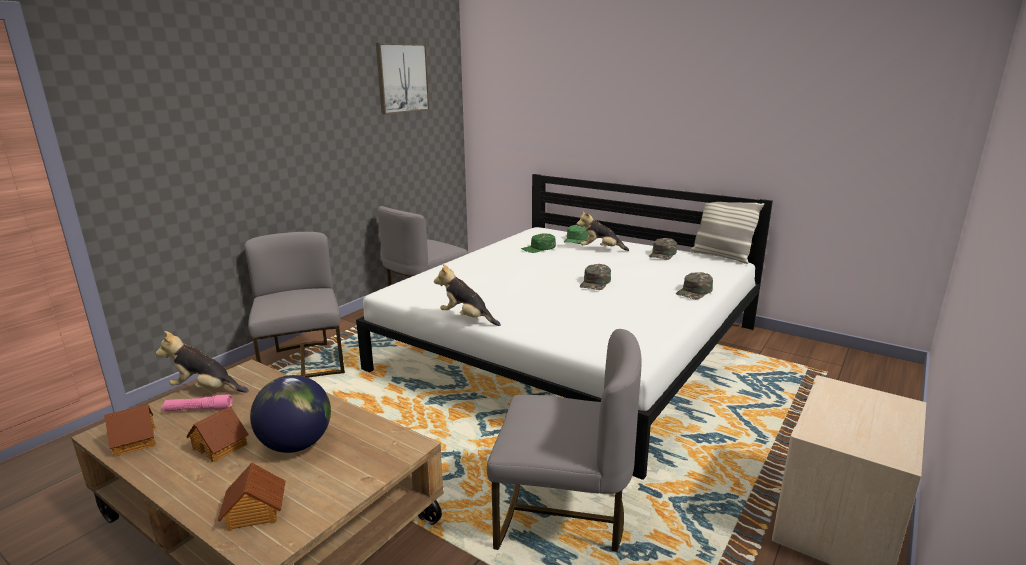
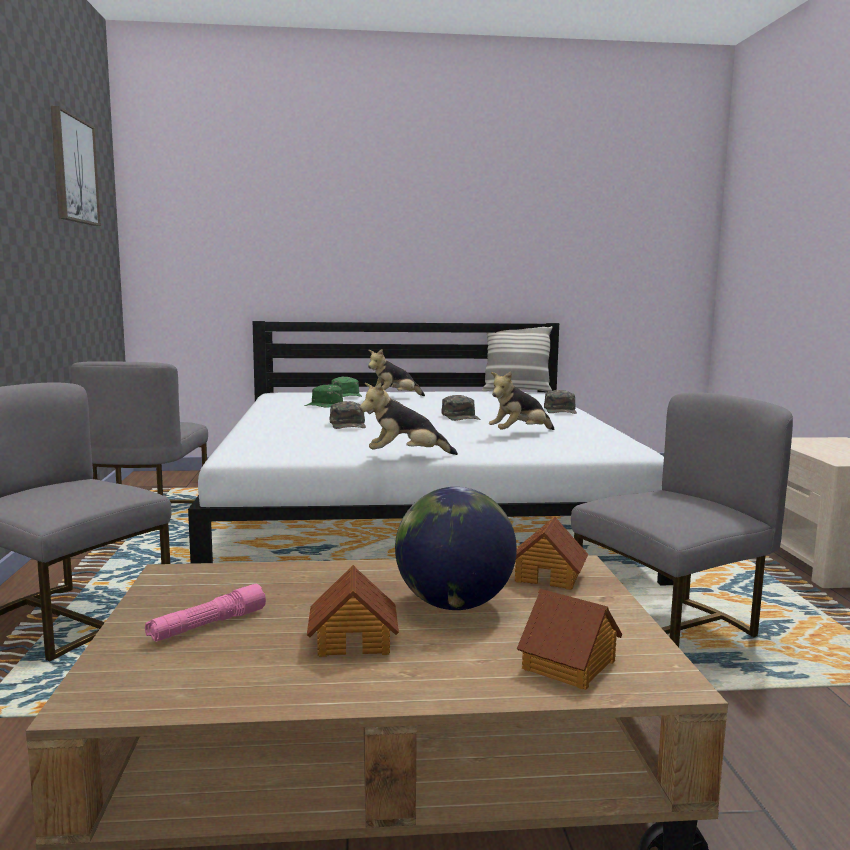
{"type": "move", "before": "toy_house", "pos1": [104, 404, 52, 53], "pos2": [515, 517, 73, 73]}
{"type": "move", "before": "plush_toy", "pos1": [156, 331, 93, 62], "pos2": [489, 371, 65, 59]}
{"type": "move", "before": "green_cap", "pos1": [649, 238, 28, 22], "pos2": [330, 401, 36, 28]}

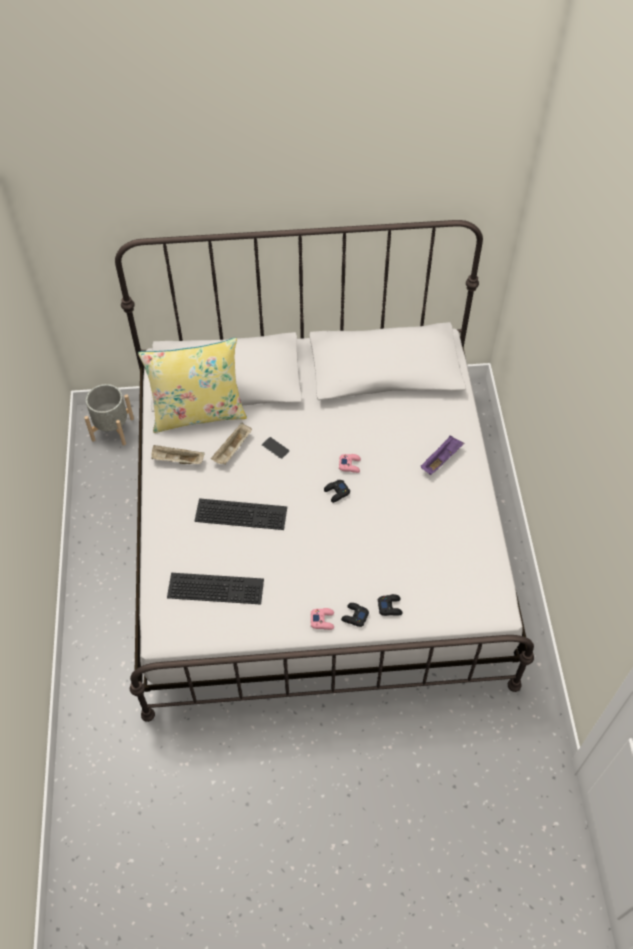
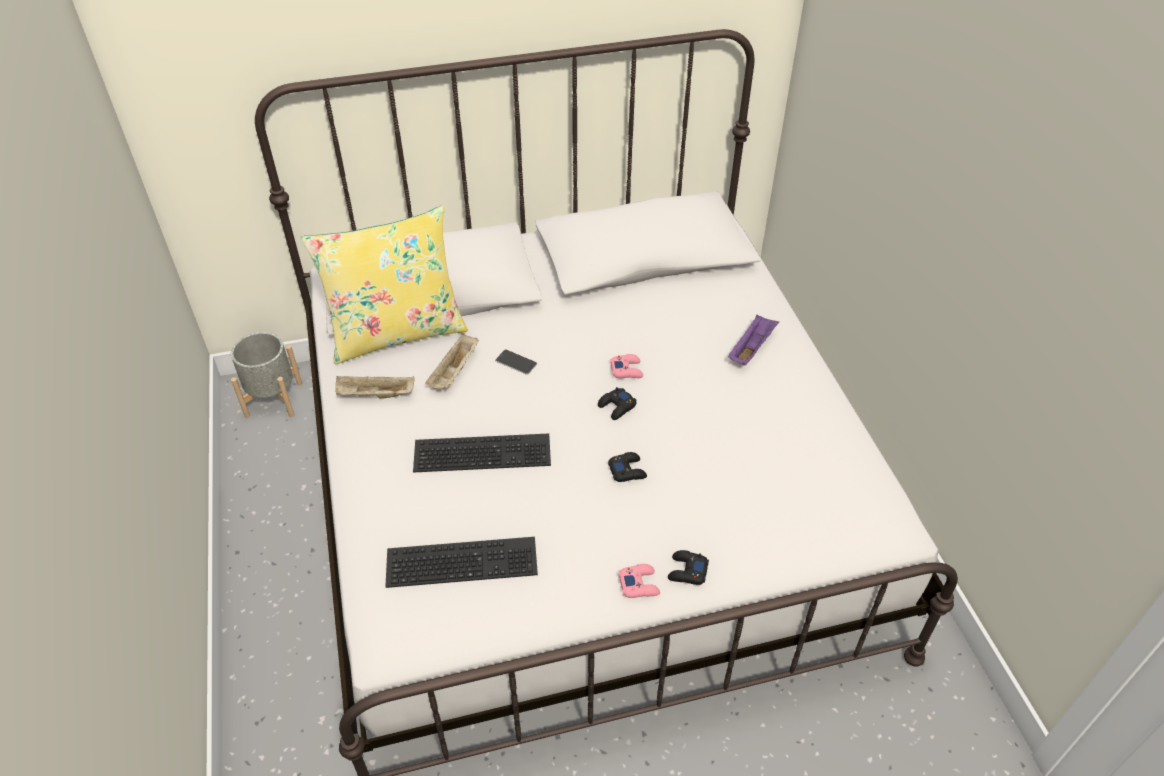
{"type": "move", "before": "black_game_controller", "pos1": [378, 594, 25, 22], "pos2": [608, 452, 39, 30]}

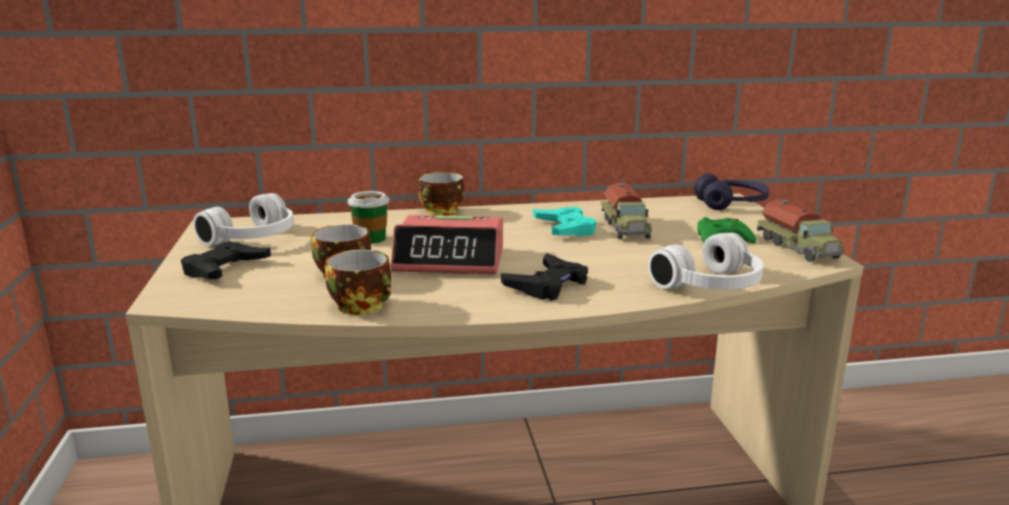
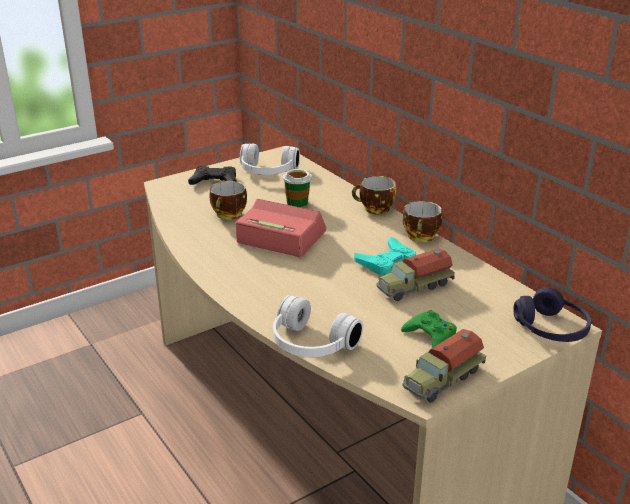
{"type": "move", "before": "cup", "pos1": [325, 250, 66, 65], "pos2": [403, 201, 39, 41]}
{"type": "rotate", "before": "alarm_clock", "pos1": [391, 215, 112, 59], "pos2": [236, 199, 90, 58], "turn": 135}
{"type": "delete", "before": "black_game_controller", "pos1": [501, 253, 87, 48]}

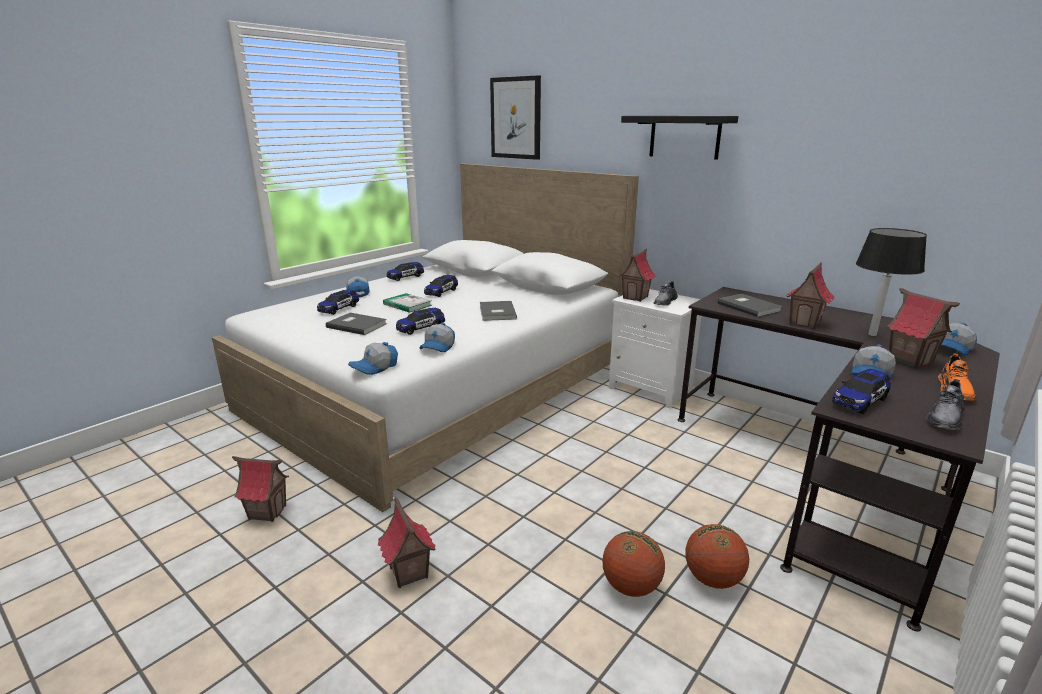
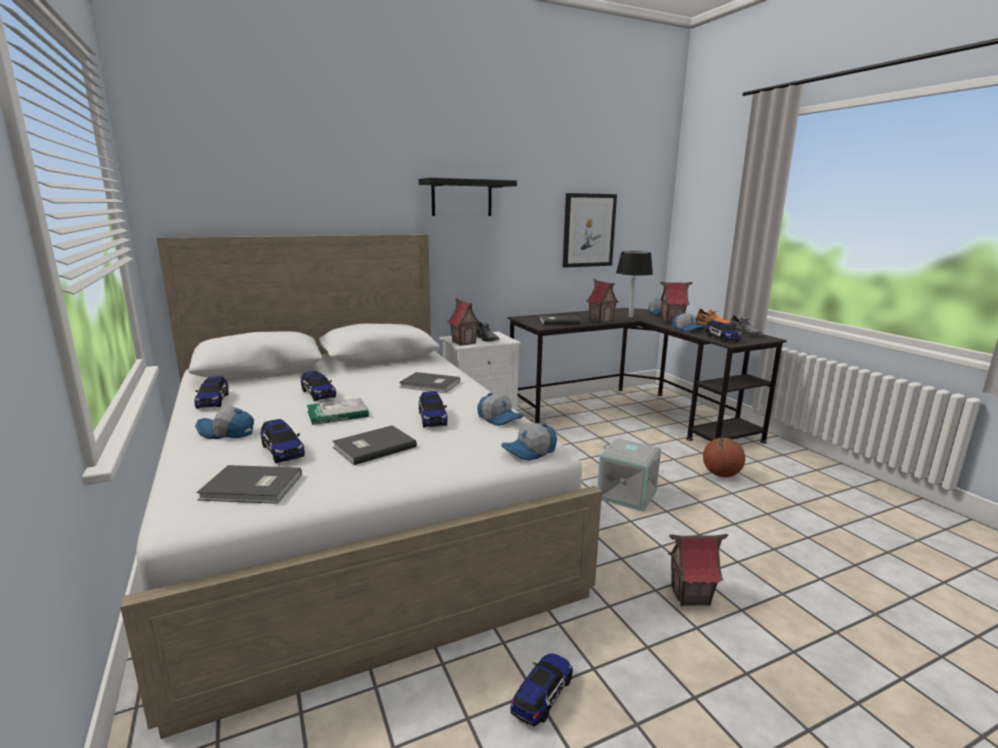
{"type": "replace", "before": "toy_house", "after": "toy_car", "pos1": [232, 456, 57, 66], "pos2": [510, 653, 63, 74]}
{"type": "rotate", "before": "cap", "pos1": [348, 342, 50, 33], "pos2": [501, 422, 56, 39], "turn": 75}
{"type": "move", "before": "picture", "pos1": [490, 75, 51, 85], "pos2": [563, 193, 54, 75]}
{"type": "delete", "before": "basketball", "pos1": [602, 531, 63, 66]}
{"type": "insert", "after": "grey_book", "pos2": [196, 465, 106, 39]}
{"type": "insert", "after": "grey_storage_box", "pos2": [597, 438, 64, 74]}

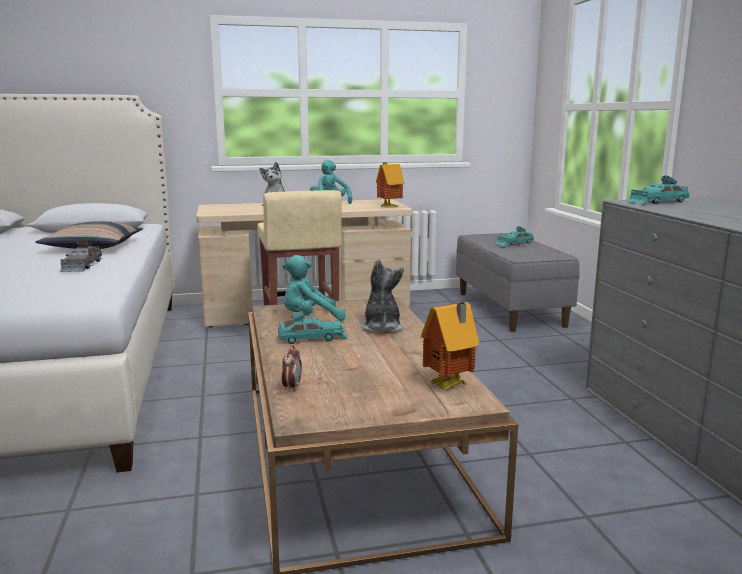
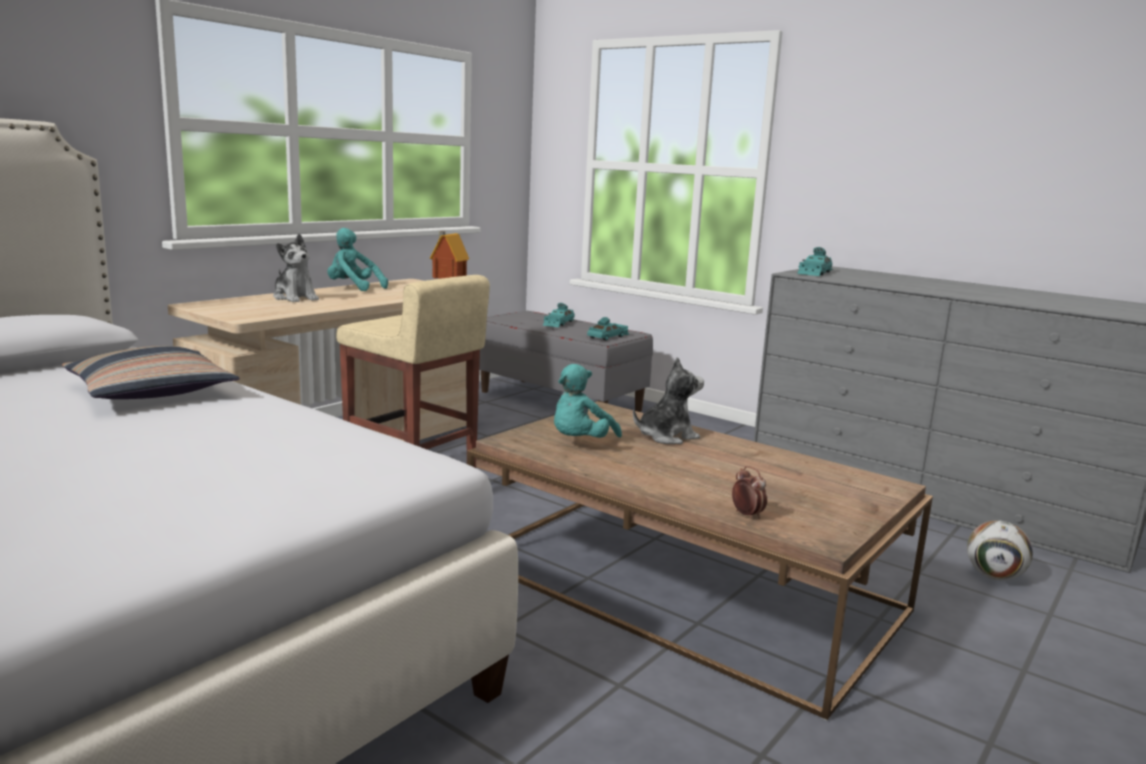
{"type": "delete", "before": "grey_toy_car", "pos1": [60, 239, 42, 33]}
{"type": "move", "before": "turquoise_toy_car", "pos1": [278, 311, 70, 33], "pos2": [587, 317, 43, 24]}
{"type": "rotate", "before": "plush_toy", "pos1": [360, 259, 44, 74], "pos2": [633, 357, 71, 87], "turn": 105}
{"type": "delete", "before": "toy_house", "pos1": [421, 302, 58, 88]}
{"type": "insert", "after": "football", "pos2": [967, 520, 66, 60]}

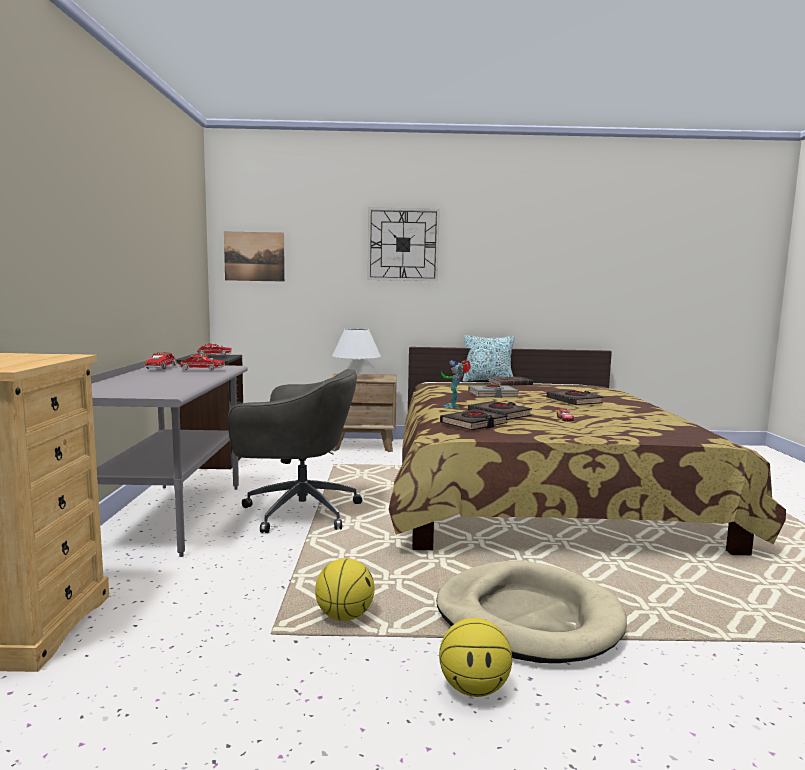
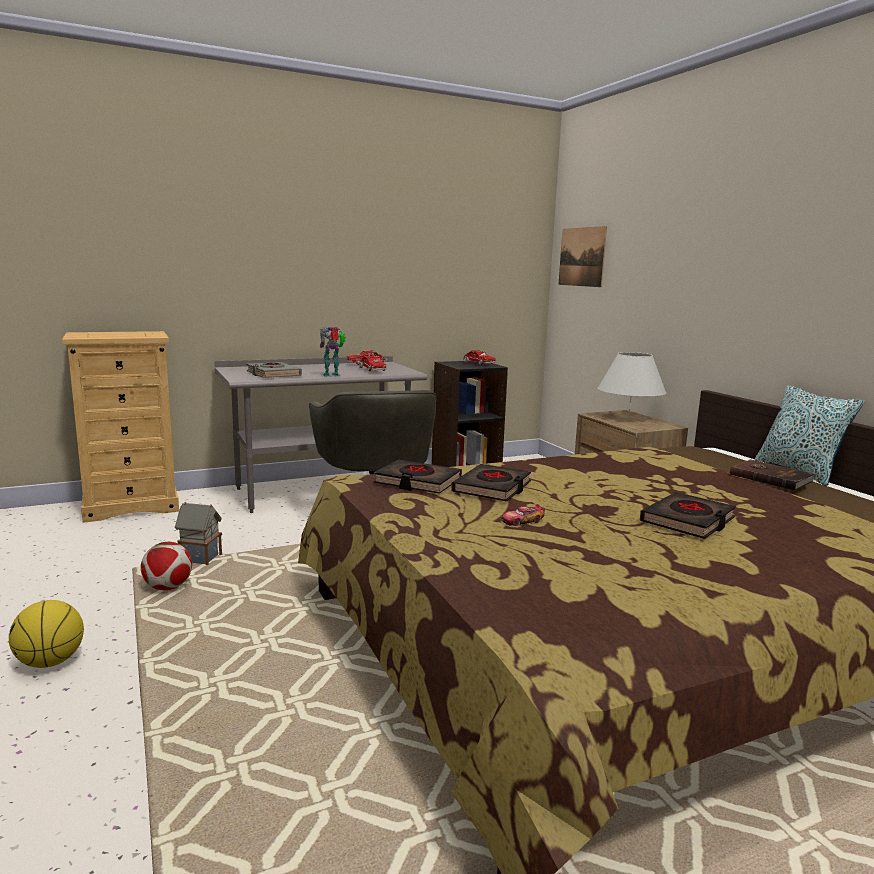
{"type": "replace", "before": "basketball", "after": "football", "pos1": [315, 558, 60, 63], "pos2": [141, 542, 51, 48]}
{"type": "delete", "before": "wall_clock", "pos1": [367, 207, 73, 74]}
{"type": "delete", "before": "beige_dog_bed", "pos1": [436, 561, 191, 102]}
{"type": "move", "before": "toy_robot", "pos1": [441, 360, 30, 48], "pos2": [319, 327, 27, 50]}
{"type": "move", "before": "grey_book", "pos1": [468, 385, 51, 13], "pos2": [247, 362, 55, 16]}
{"type": "insert", "after": "toy_house", "pos2": [175, 502, 47, 63]}

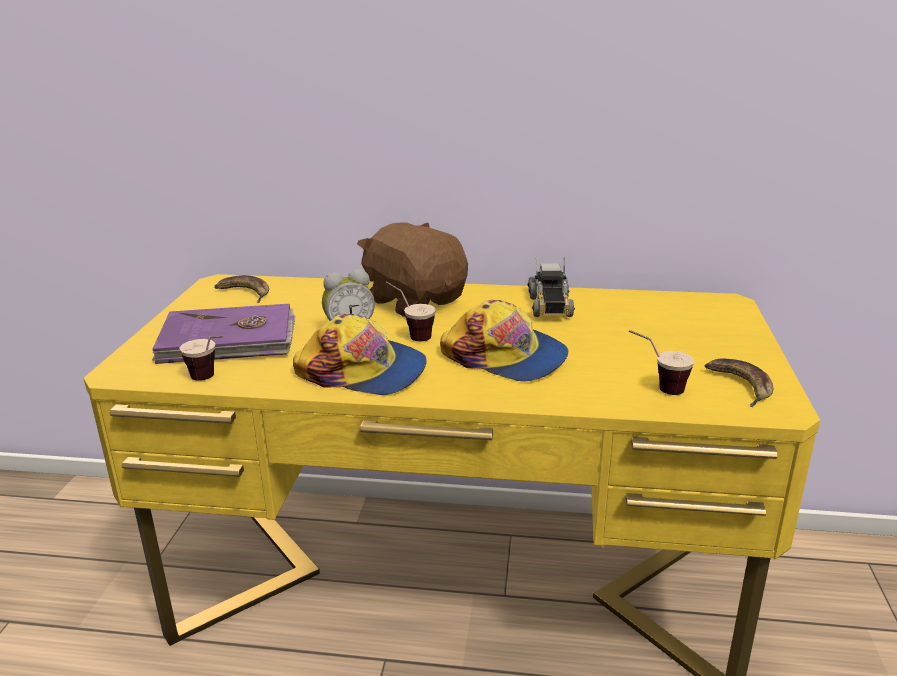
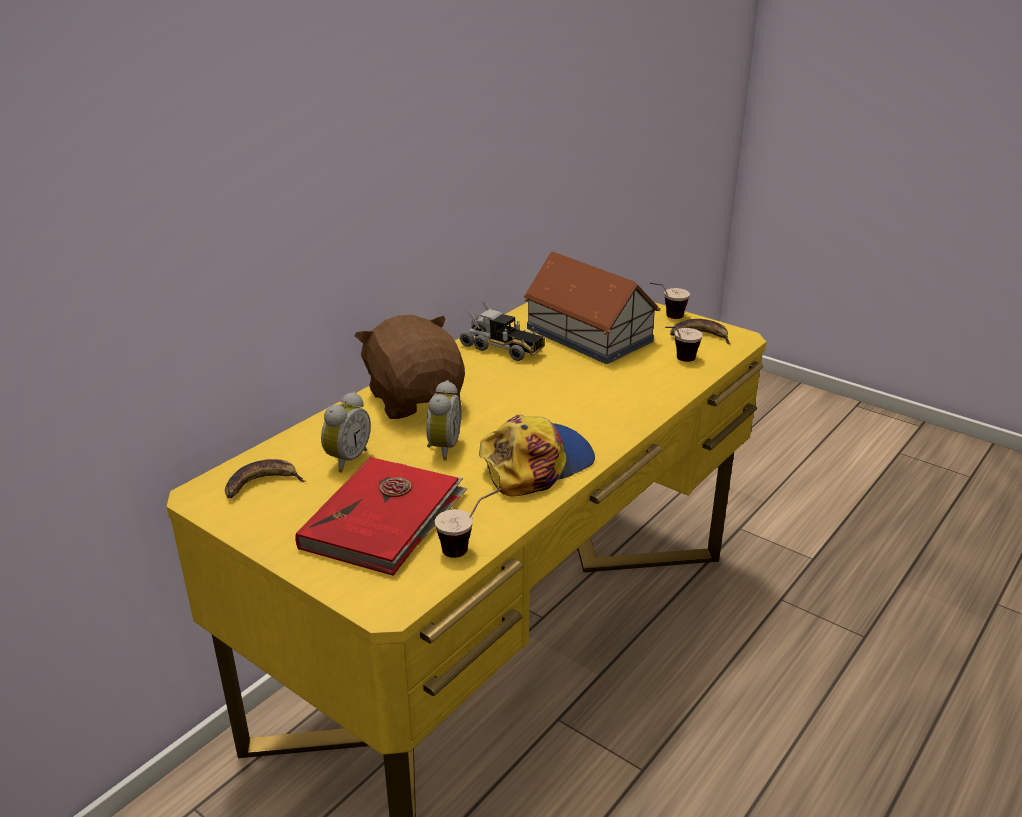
{"type": "recolor", "before": "purple_book", "after": "red_book", "pos1": [152, 304, 143, 60], "pos2": [295, 457, 172, 119]}
{"type": "rotate", "before": "brown_plush_toy", "pos1": [357, 222, 111, 95], "pos2": [355, 315, 110, 104], "turn": 75}
{"type": "move", "before": "cup", "pos1": [386, 281, 50, 60], "pos2": [649, 282, 41, 37]}
{"type": "delete", "before": "cap", "pos1": [440, 300, 128, 82]}
{"type": "insert", "after": "alarm_clock", "pos2": [321, 392, 50, 80]}
{"type": "insert", "after": "toy_house", "pos2": [523, 252, 138, 112]}

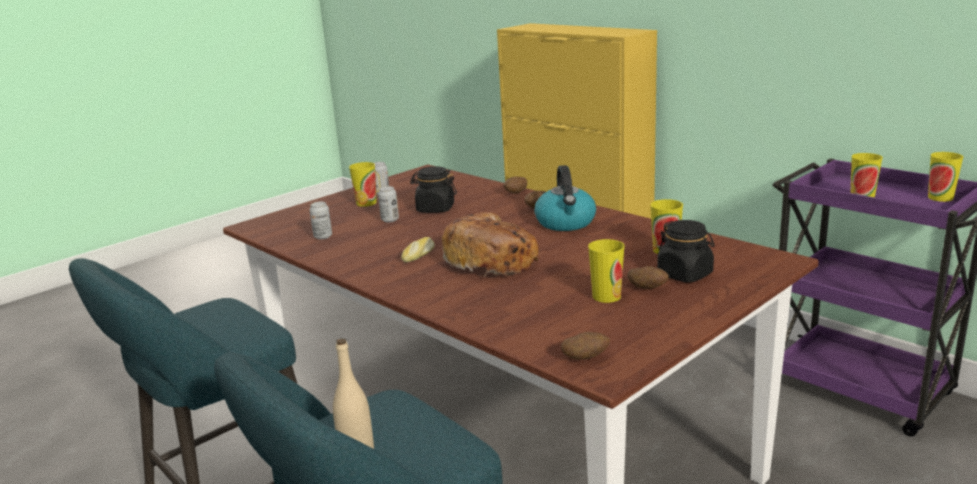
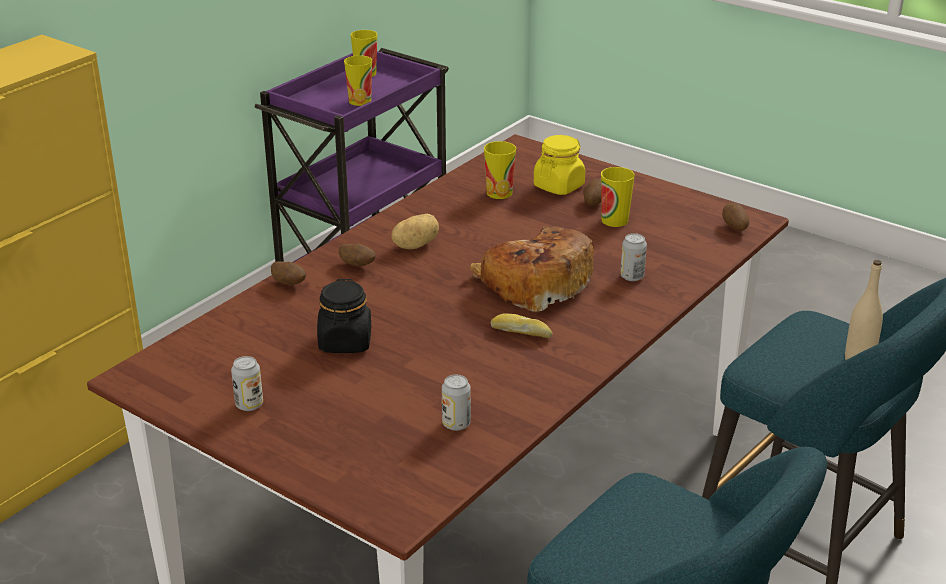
{"type": "delete", "before": "cup", "pos1": [349, 162, 28, 45]}
{"type": "move", "before": "can", "pos1": [378, 186, 21, 36], "pos2": [620, 233, 27, 48]}
{"type": "replace", "before": "kettle", "after": "potato", "pos1": [535, 165, 61, 66], "pos2": [391, 214, 48, 35]}
{"type": "recolor", "before": "black_jar", "after": "yellow_jar", "pos1": [657, 220, 58, 63], "pos2": [534, 135, 51, 60]}

